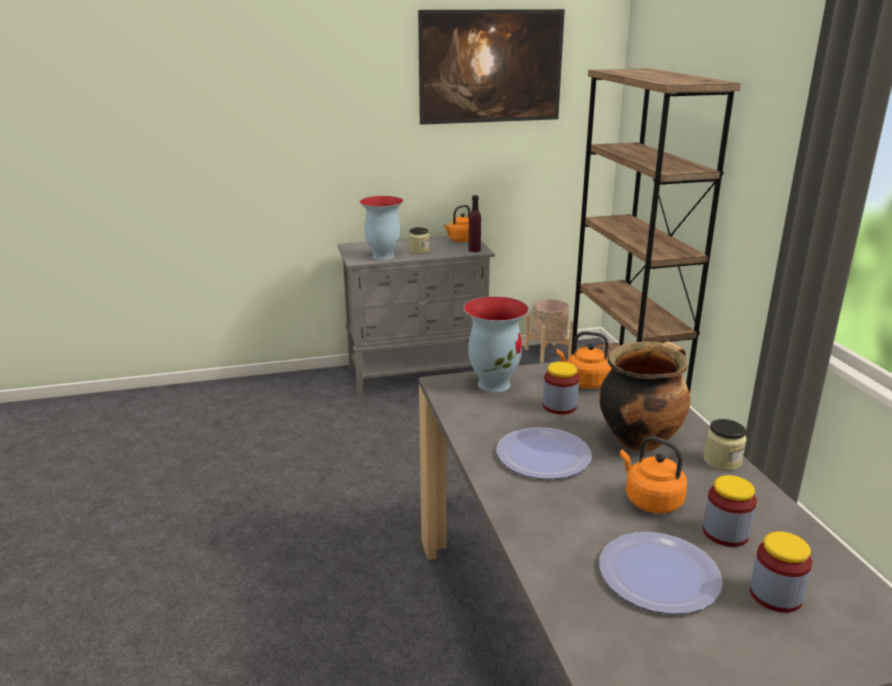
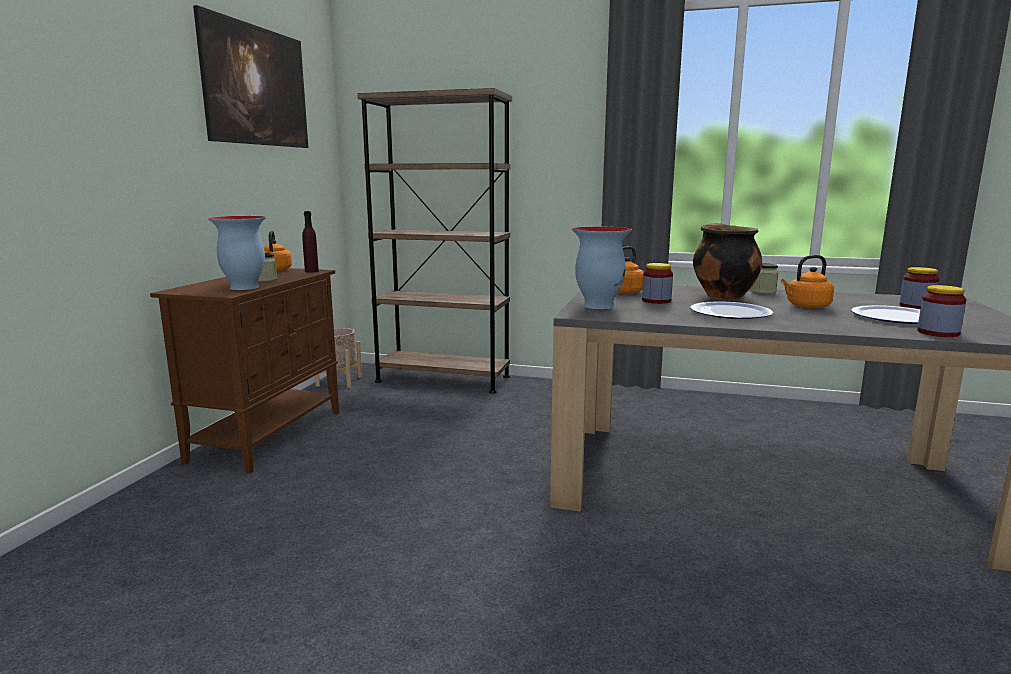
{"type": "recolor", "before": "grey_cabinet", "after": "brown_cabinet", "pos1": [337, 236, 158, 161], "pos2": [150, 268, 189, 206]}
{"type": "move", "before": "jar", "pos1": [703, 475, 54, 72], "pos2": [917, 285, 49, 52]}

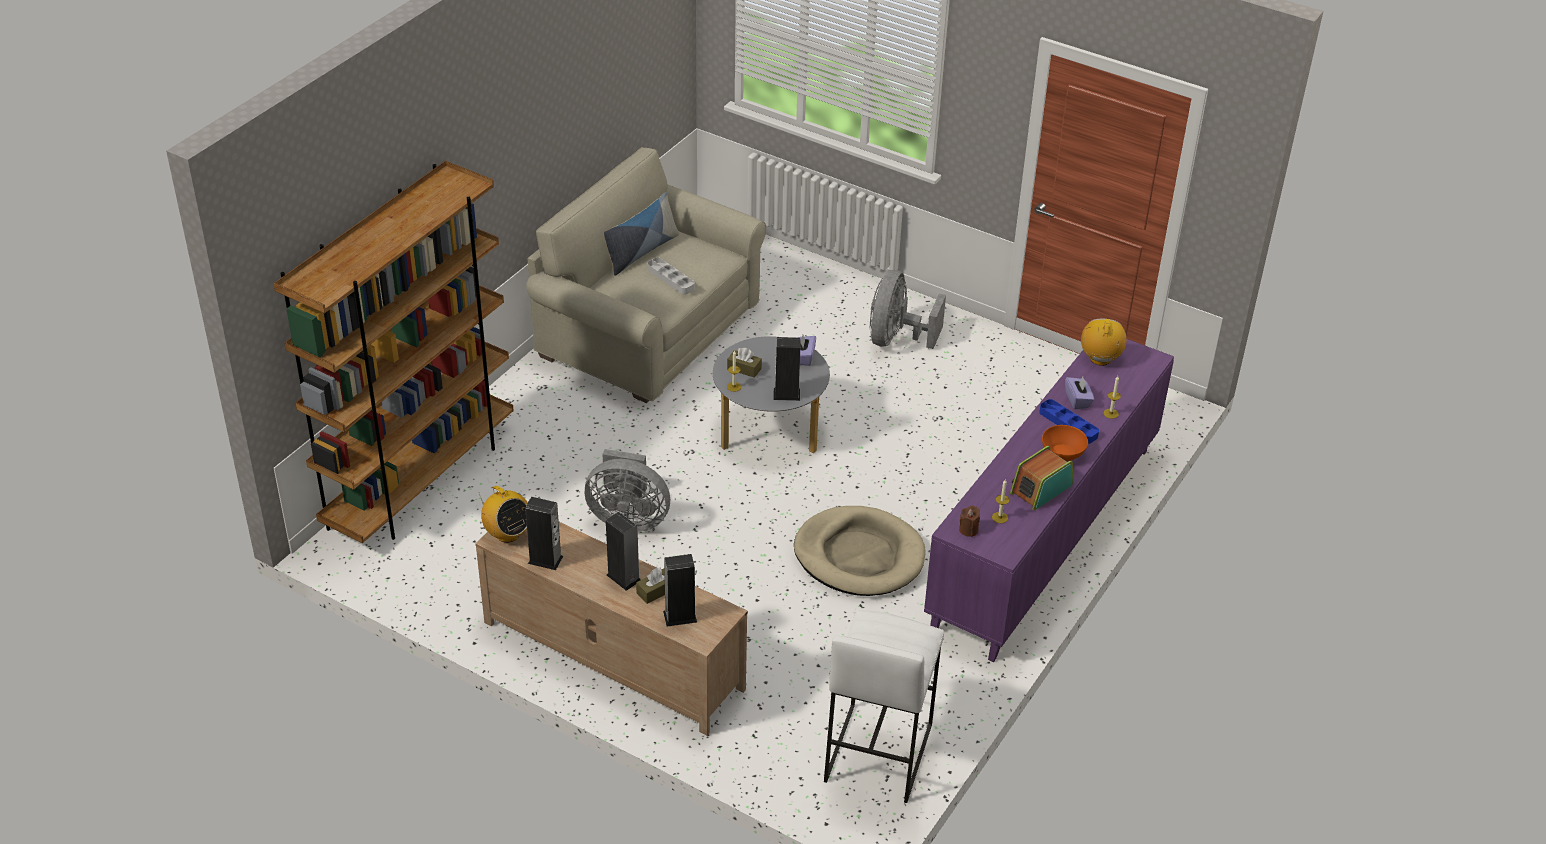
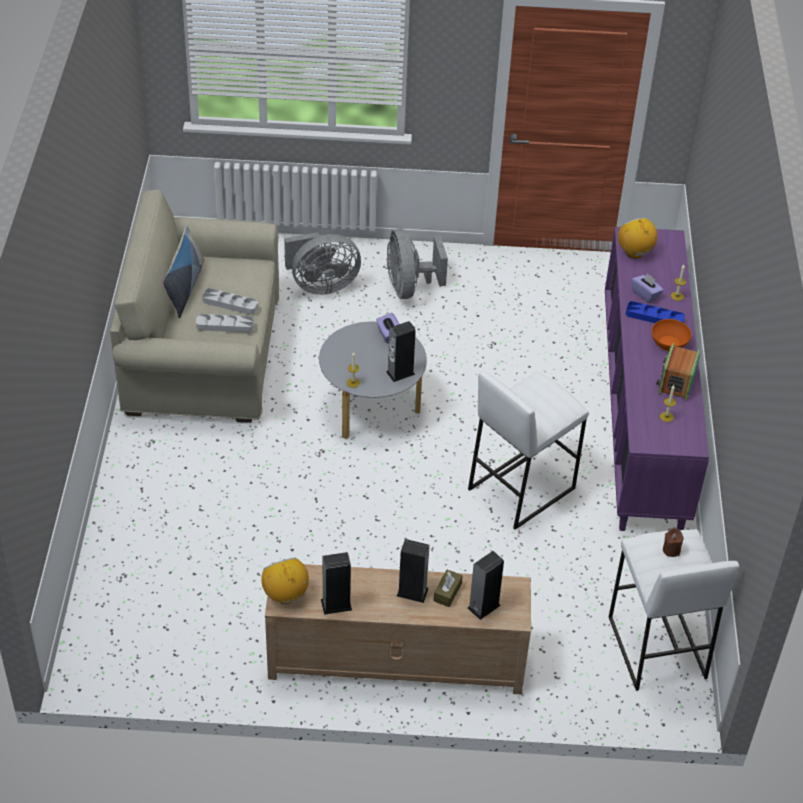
{"type": "delete", "before": "brown_bookcase", "pos1": [273, 161, 241, 382]}
{"type": "rotate", "before": "radio", "pos1": [479, 486, 49, 57], "pos2": [261, 558, 48, 46], "turn": -135}
{"type": "move", "before": "grey_fan", "pos1": [585, 449, 85, 83], "pos2": [284, 232, 77, 63]}
{"type": "delete", "before": "brown_tissue_box", "pos1": [727, 348, 35, 30]}
{"type": "replace", "before": "beige_dog_bed", "after": "white_stool", "pos1": [794, 506, 132, 90], "pos2": [468, 371, 121, 159]}
{"type": "move", "before": "brown_candle", "pos1": [959, 506, 21, 31], "pos2": [663, 528, 21, 29]}
{"type": "insert", "after": "grey_tray", "pos2": [196, 314, 58, 19]}

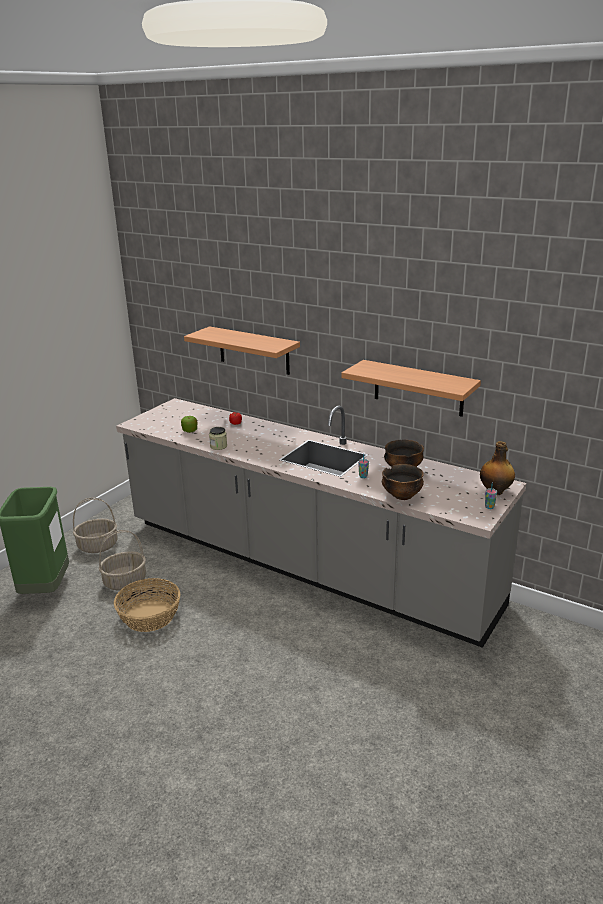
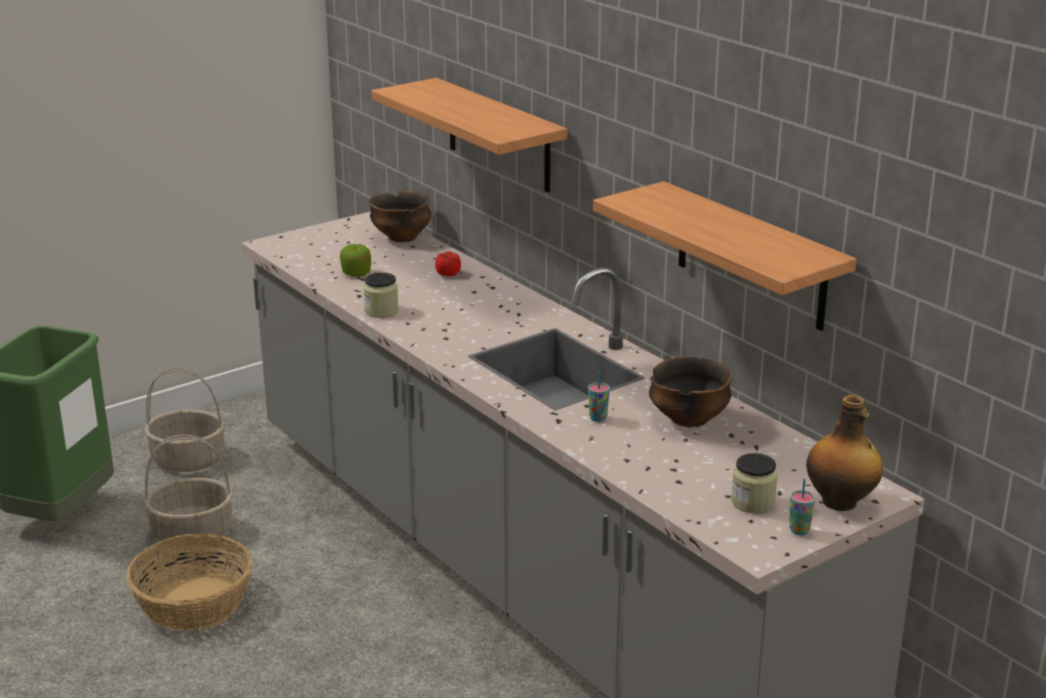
{"type": "move", "before": "bowl", "pos1": [382, 464, 42, 36], "pos2": [369, 191, 62, 51]}
{"type": "insert", "after": "jar", "pos2": [731, 453, 47, 60]}

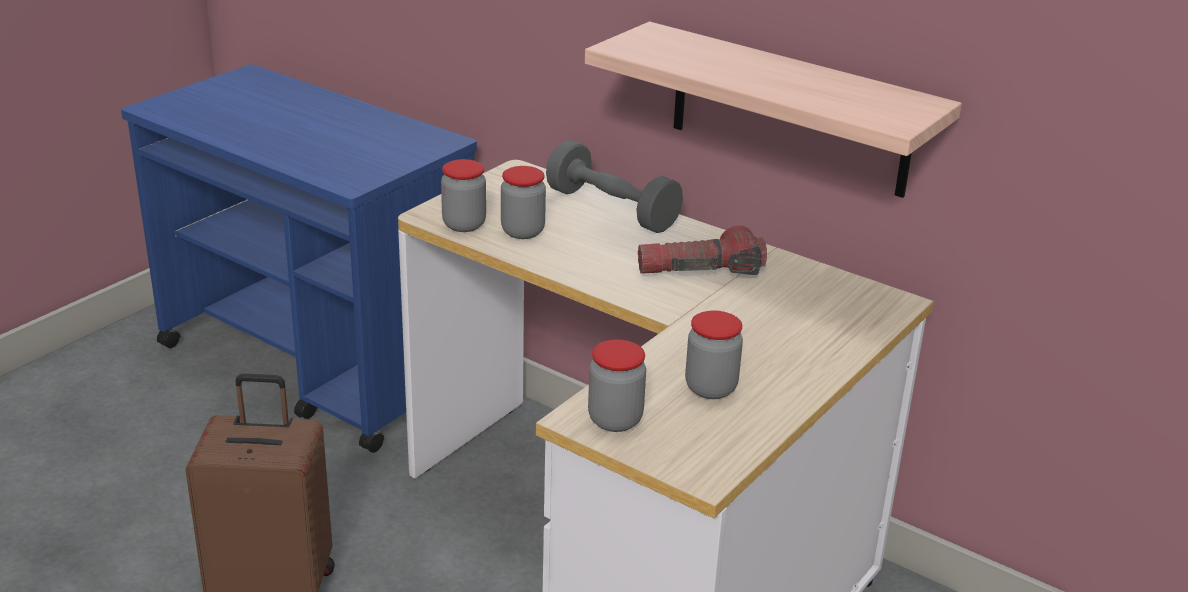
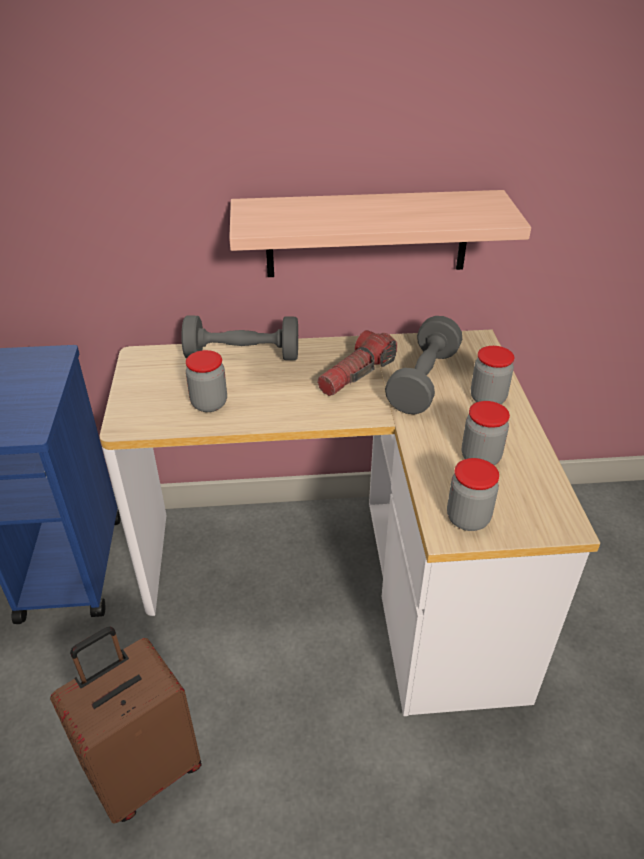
{"type": "move", "before": "jar", "pos1": [441, 159, 45, 73], "pos2": [471, 346, 43, 58]}
{"type": "insert", "after": "grey_dumbbell", "pos2": [385, 316, 77, 98]}

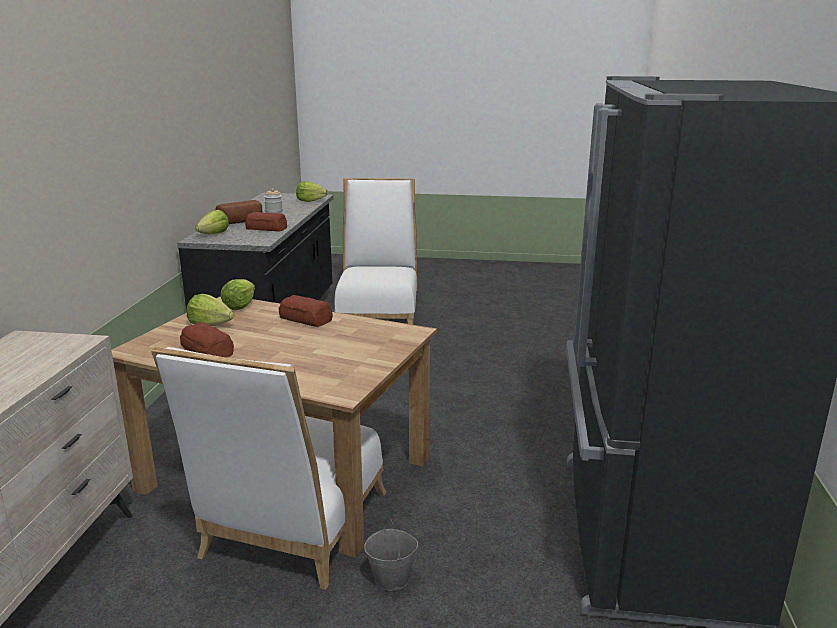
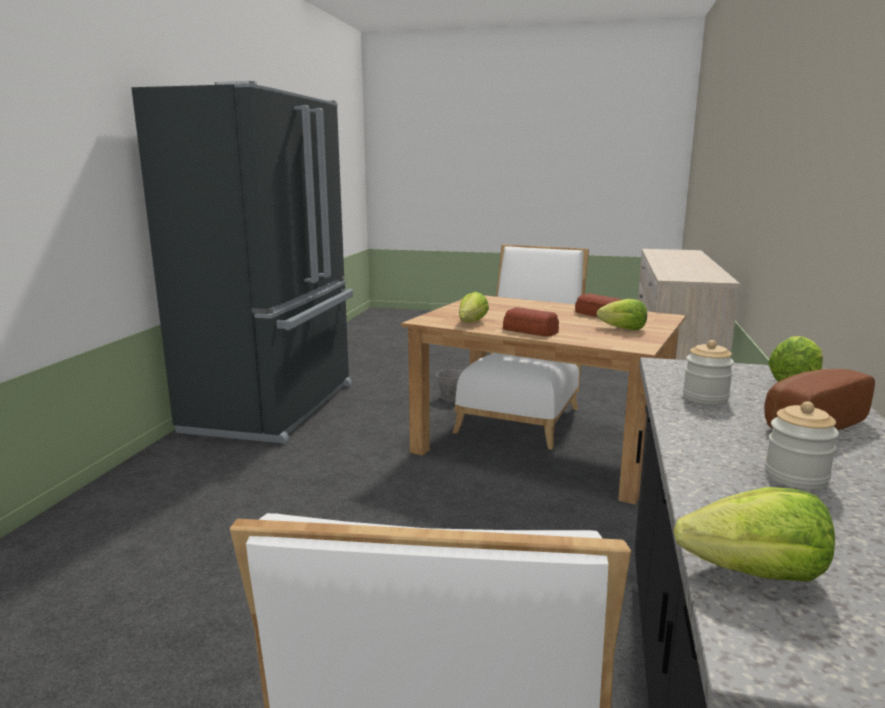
{"type": "move", "before": "lettuce", "pos1": [220, 279, 35, 31], "pos2": [459, 292, 30, 31]}
{"type": "replace", "before": "bread", "after": "jar", "pos1": [245, 212, 42, 19], "pos2": [683, 340, 51, 65]}

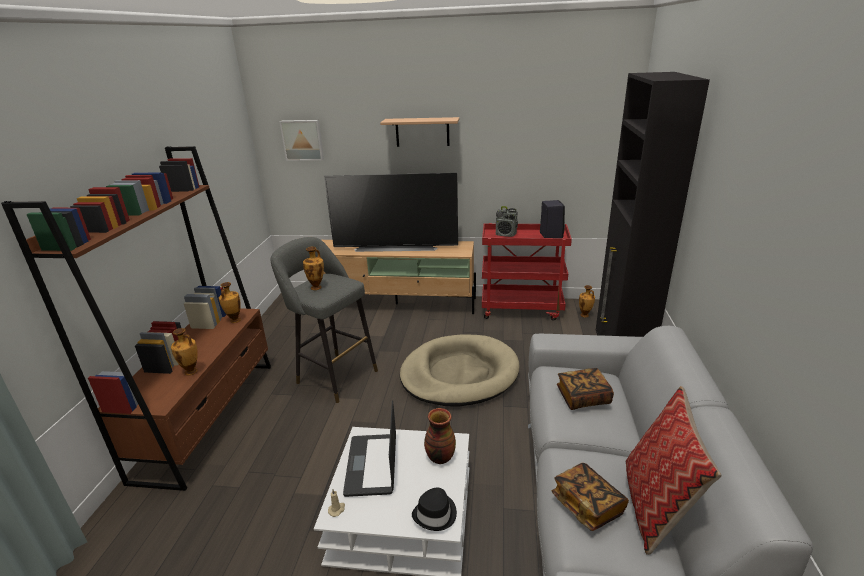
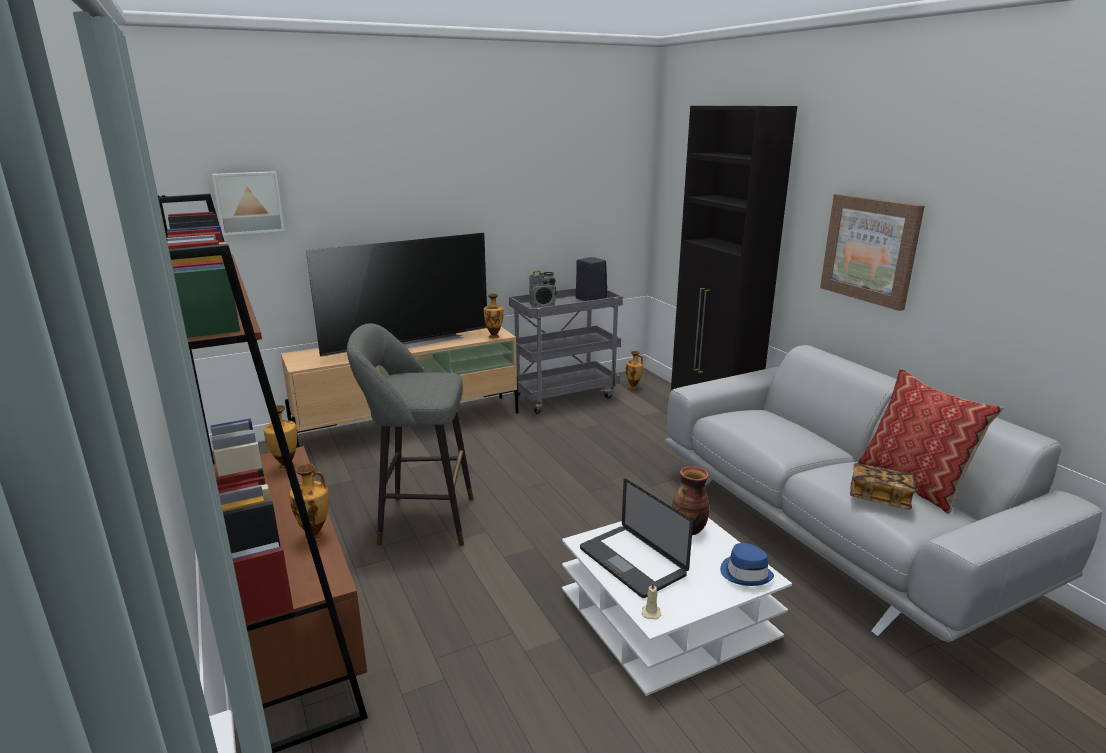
{"type": "move", "before": "vase", "pos1": [303, 247, 21, 43], "pos2": [483, 294, 21, 45]}
{"type": "delete", "before": "shelf", "pos1": [380, 117, 79, 30]}
{"type": "delete", "before": "beige_dog_bed", "pos1": [400, 334, 120, 72]}
{"type": "recolor", "before": "black_hat", "after": "blue_hat", "pos1": [412, 488, 45, 43], "pos2": [720, 543, 54, 43]}
{"type": "recolor", "before": "red_cart", "after": "grey_cart", "pos1": [482, 223, 90, 98], "pos2": [509, 288, 114, 126]}
{"type": "delete", "before": "book", "pos1": [557, 368, 57, 42]}
{"type": "insert", "after": "picture", "pos2": [820, 194, 105, 117]}

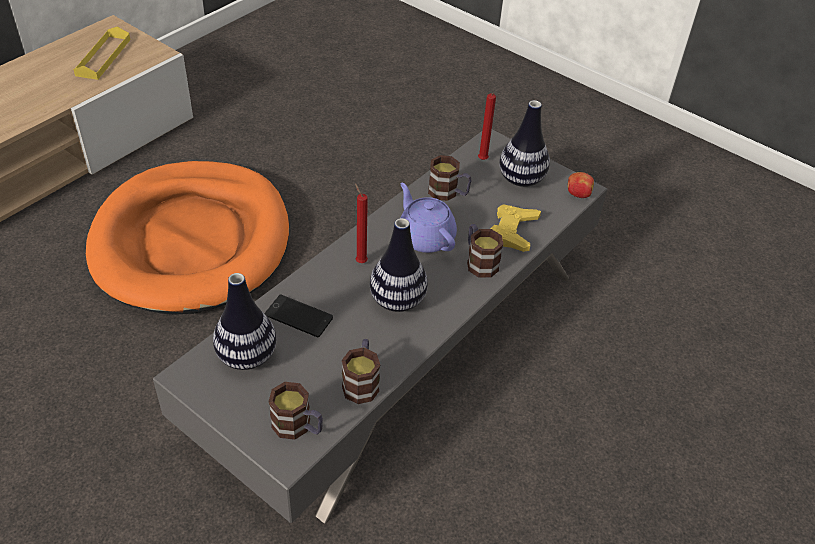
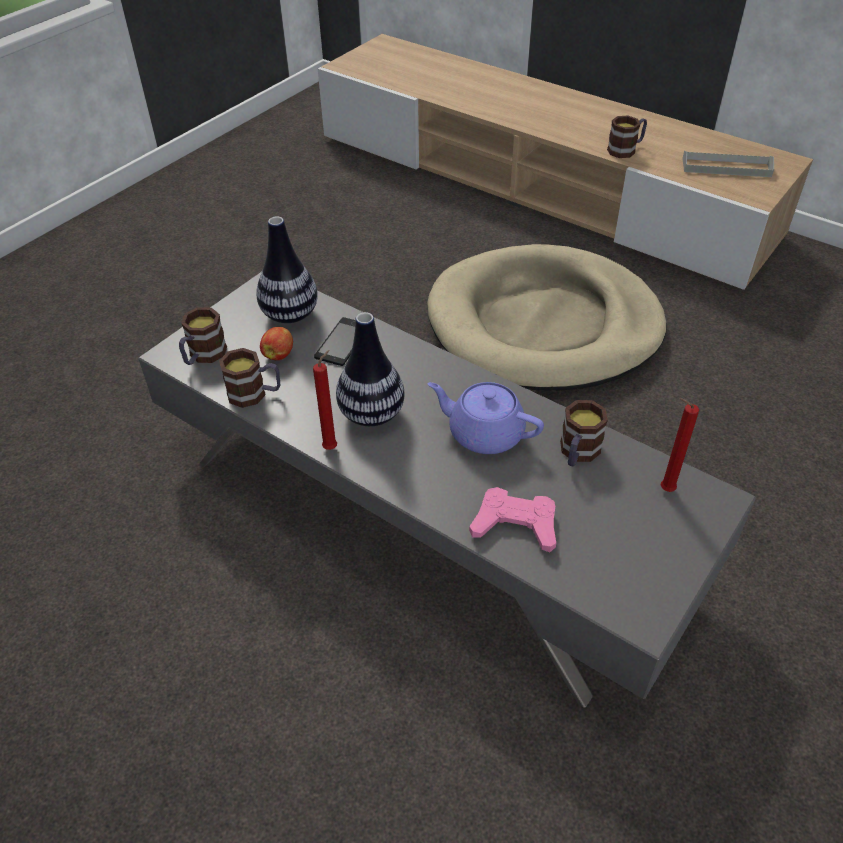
{"type": "recolor", "before": "yellow_tray", "after": "grey_tray", "pos1": [73, 27, 57, 53], "pos2": [682, 151, 92, 26]}
{"type": "recolor", "before": "orange_dog_bed", "after": "beige_dog_bed", "pos1": [86, 161, 203, 154], "pos2": [427, 244, 239, 147]}
{"type": "move", "before": "red_candle", "pos1": [355, 184, 13, 79], "pos2": [313, 350, 24, 100]}
{"type": "rotate", "before": "purple_teapot", "pos1": [400, 183, 57, 70], "pos2": [428, 382, 116, 72], "turn": -120}
{"type": "move", "before": "mug", "pos1": [467, 224, 37, 54], "pos2": [607, 116, 40, 42]}
{"type": "recolor", "before": "yellow_game_controller", "after": "pink_game_controller", "pos1": [491, 204, 50, 48], "pos2": [469, 487, 87, 65]}
{"type": "delete", "before": "vase", "pos1": [499, 100, 51, 87]}
{"type": "move", "before": "apple", "pos1": [568, 172, 26, 26], "pos2": [260, 327, 33, 33]}

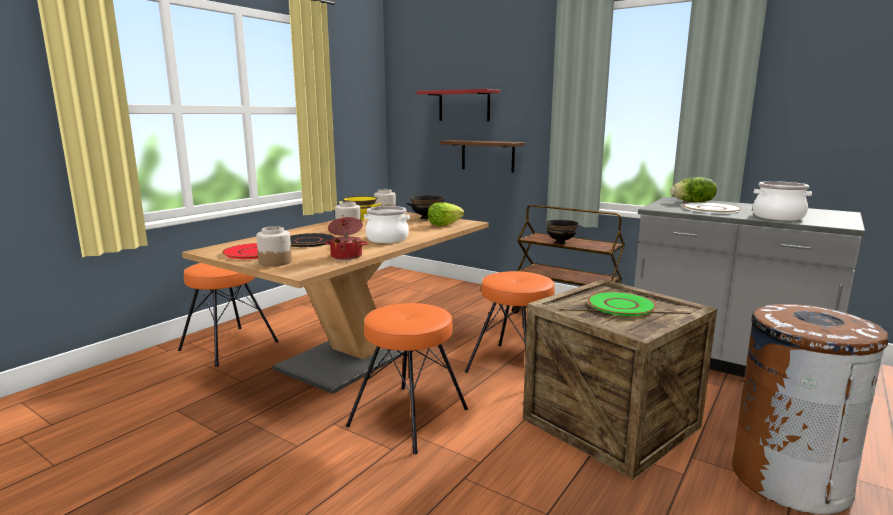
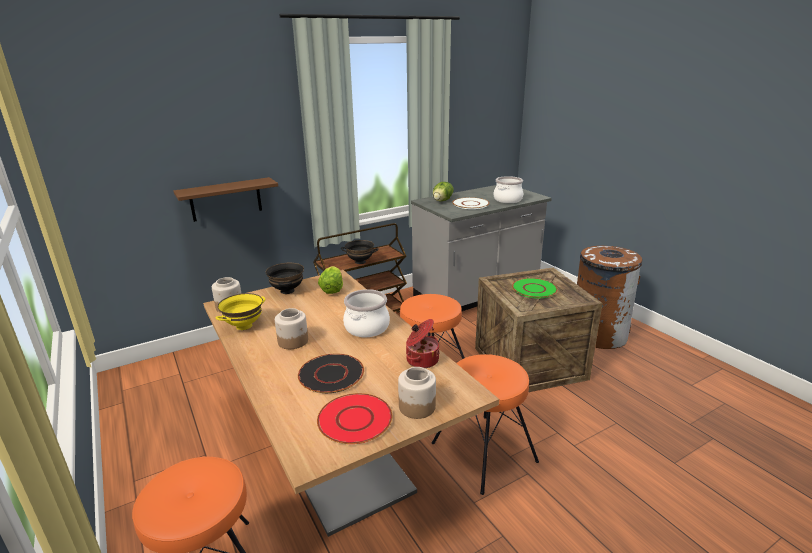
{"type": "delete", "before": "red_shelf", "pos1": [417, 89, 83, 32]}

